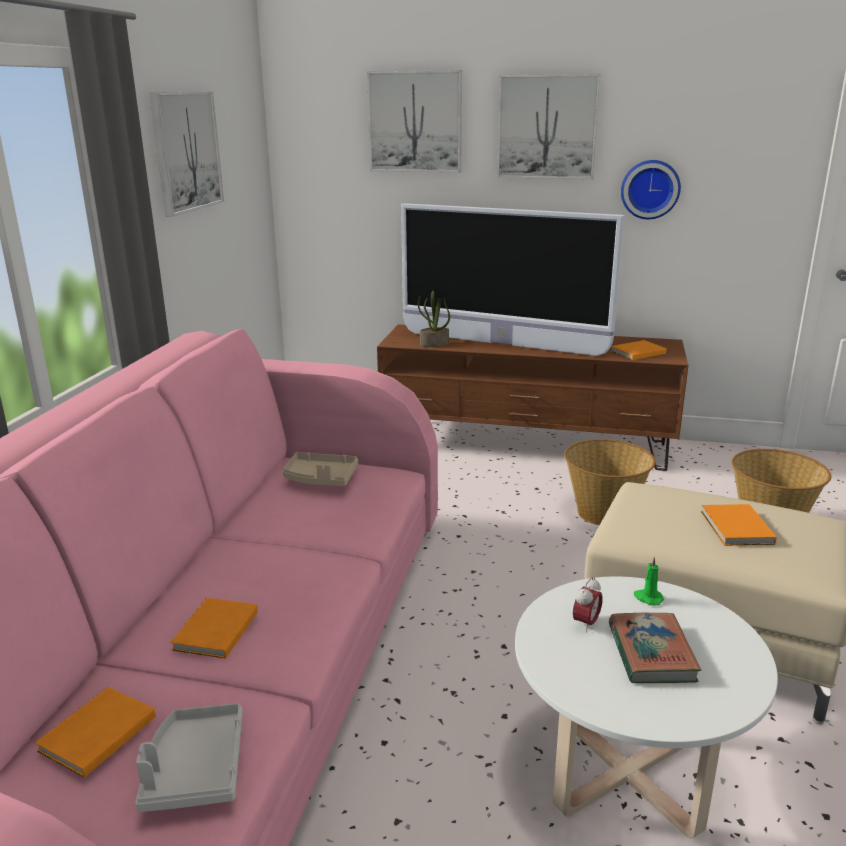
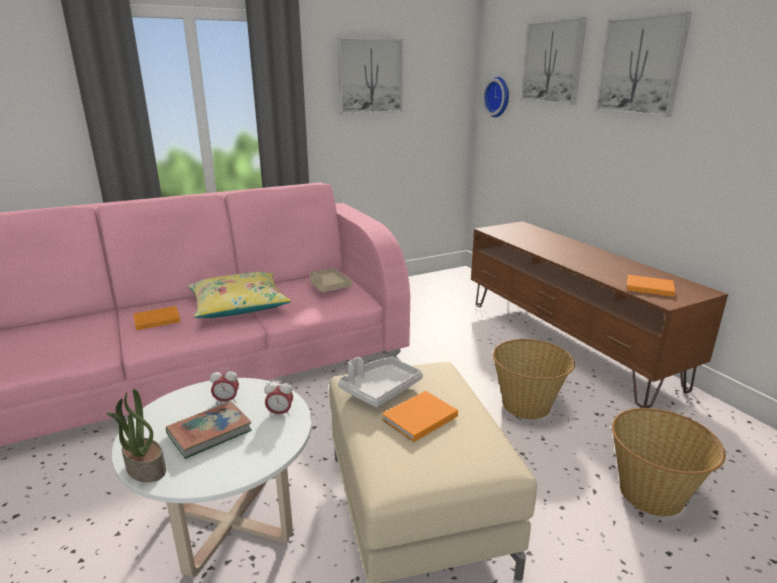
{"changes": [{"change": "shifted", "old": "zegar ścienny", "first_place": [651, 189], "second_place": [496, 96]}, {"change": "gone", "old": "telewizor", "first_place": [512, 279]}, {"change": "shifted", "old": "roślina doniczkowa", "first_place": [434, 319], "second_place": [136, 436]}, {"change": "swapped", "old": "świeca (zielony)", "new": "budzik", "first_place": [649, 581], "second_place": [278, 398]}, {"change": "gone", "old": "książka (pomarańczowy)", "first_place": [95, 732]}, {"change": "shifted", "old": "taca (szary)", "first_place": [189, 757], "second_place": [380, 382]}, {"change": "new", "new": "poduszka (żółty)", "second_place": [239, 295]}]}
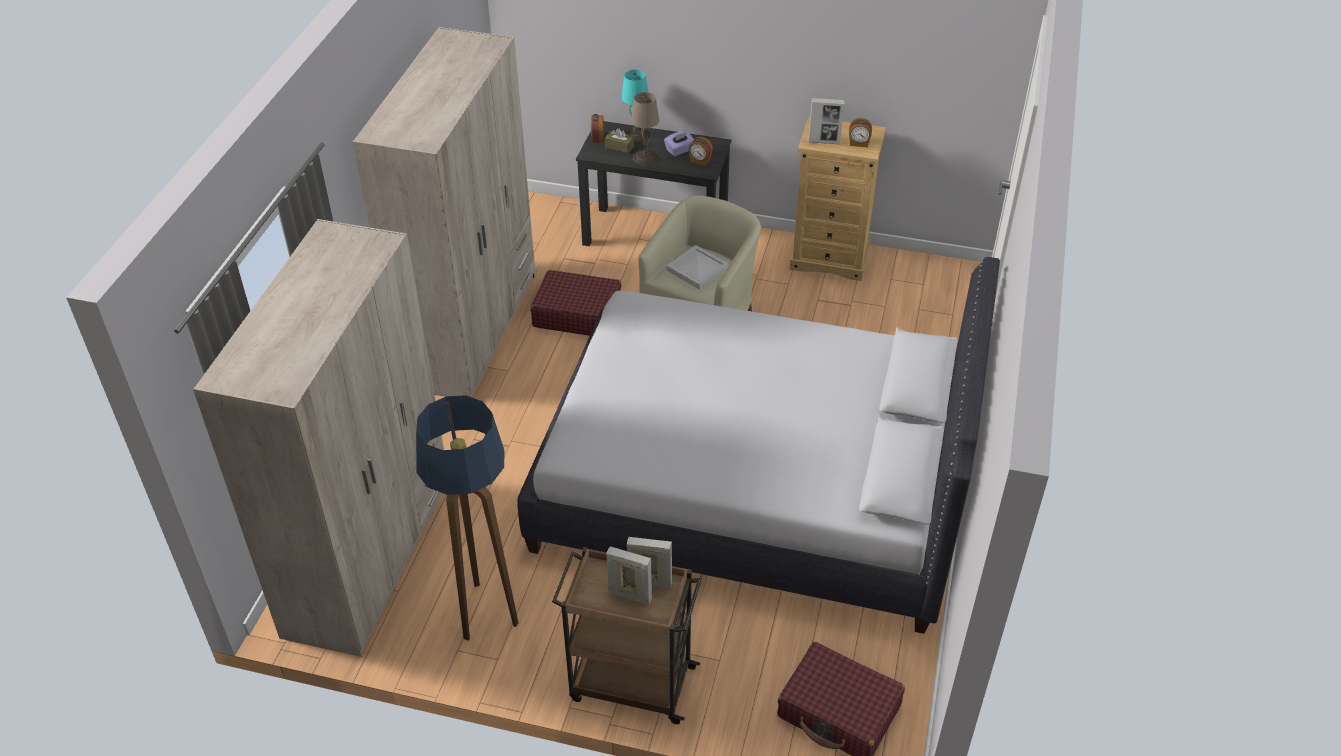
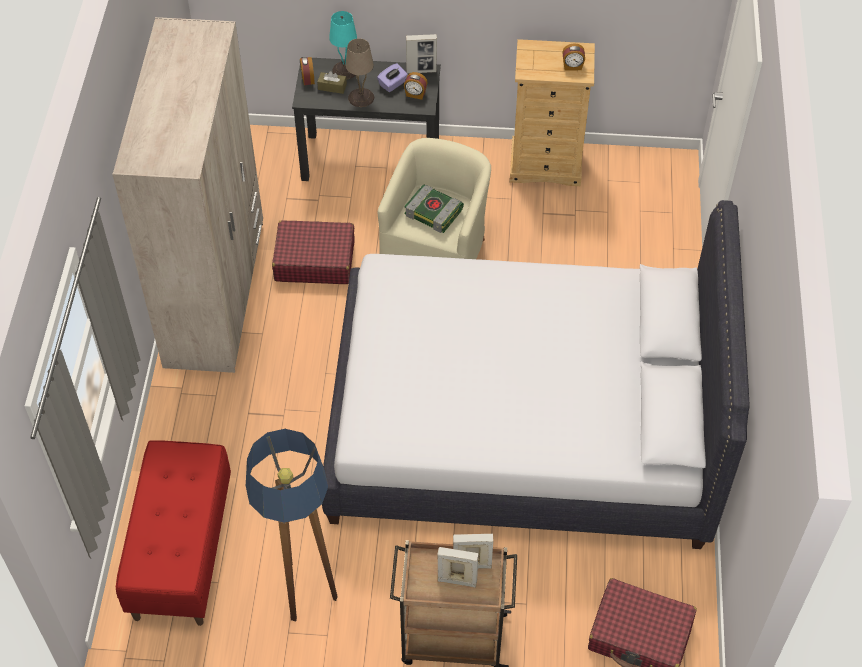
{"changes": [{"change": "shifted", "old": "ramka na zdjęcie", "first_place": [826, 121], "second_place": [421, 54]}, {"change": "swapped", "old": "szafa (beżowy)", "new": "ławka (czerwony)", "first_place": [318, 438], "second_place": [173, 533]}, {"change": "swapped", "old": "taca (biały)", "new": "książka", "first_place": [697, 267], "second_place": [434, 209]}]}
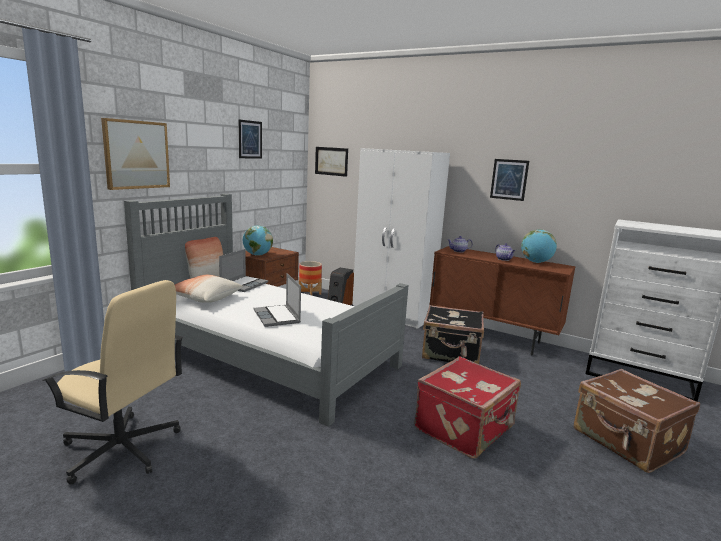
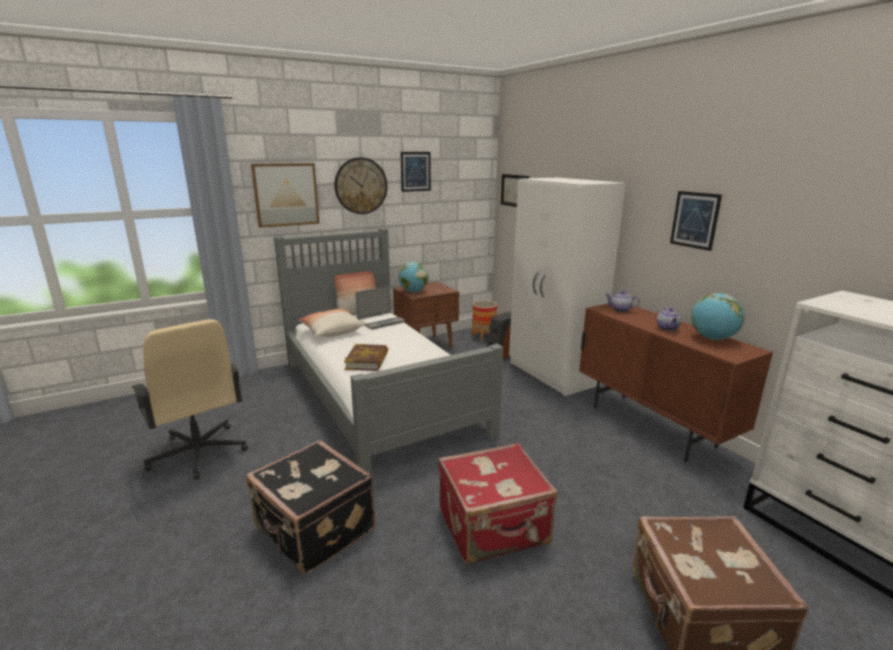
{"changes": [{"change": "swapped", "old": "laptop", "new": "książka", "first_place": [277, 300], "second_place": [366, 357]}, {"change": "shifted", "old": "walizka (czarny)", "first_place": [453, 334], "second_place": [311, 507]}, {"change": "new", "new": "zegar ścienny", "second_place": [361, 185]}]}
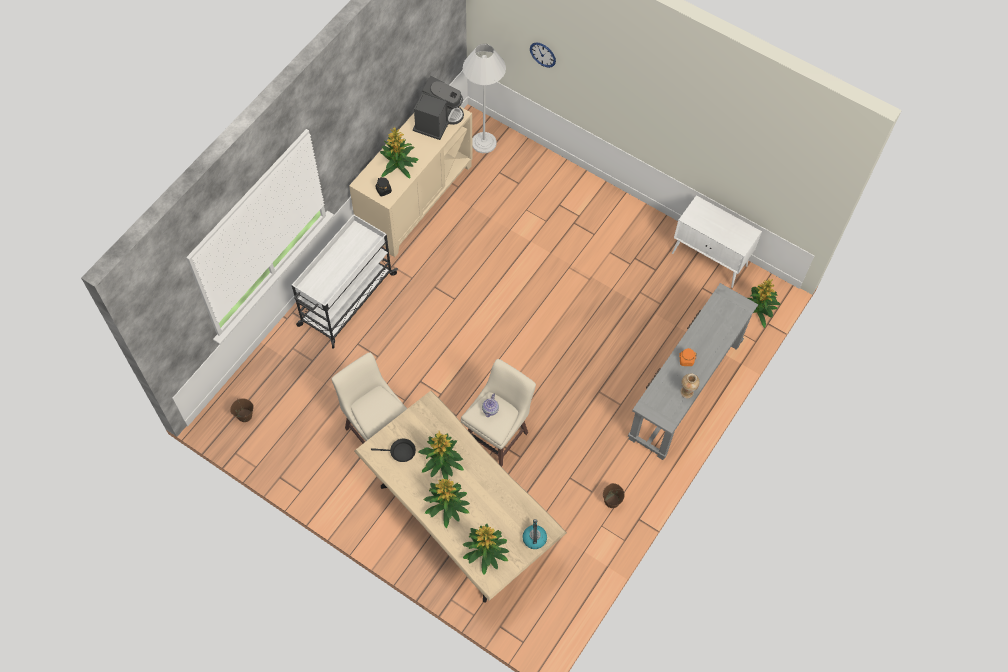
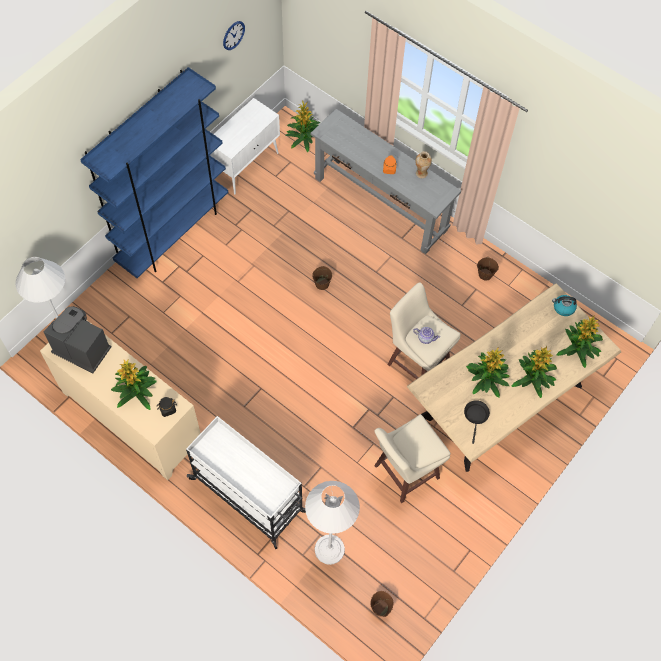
{"changes": [{"change": "shifted", "old": "zegar ścienny", "first_place": [543, 55], "second_place": [234, 35]}, {"change": "new", "new": "regał (niebieski)", "second_place": [154, 172]}, {"change": "new", "new": "wiadro (brązowy)", "second_place": [322, 278]}, {"change": "new", "new": "lampa stojąca (biały)", "second_place": [332, 523]}]}
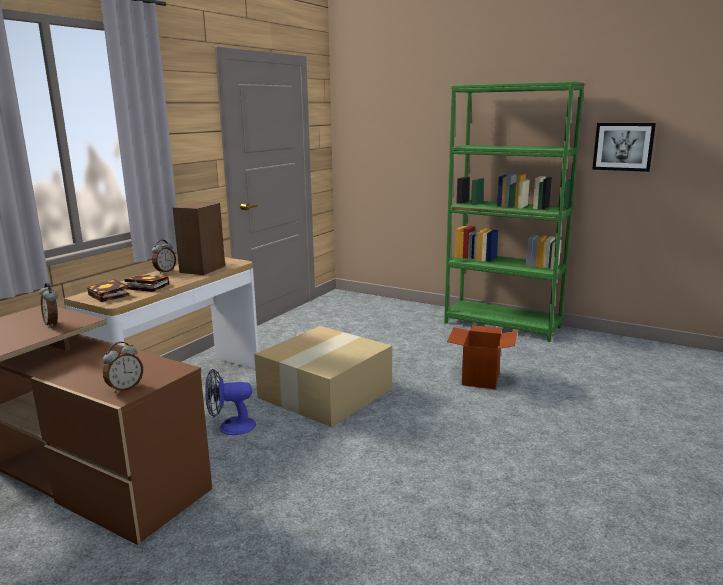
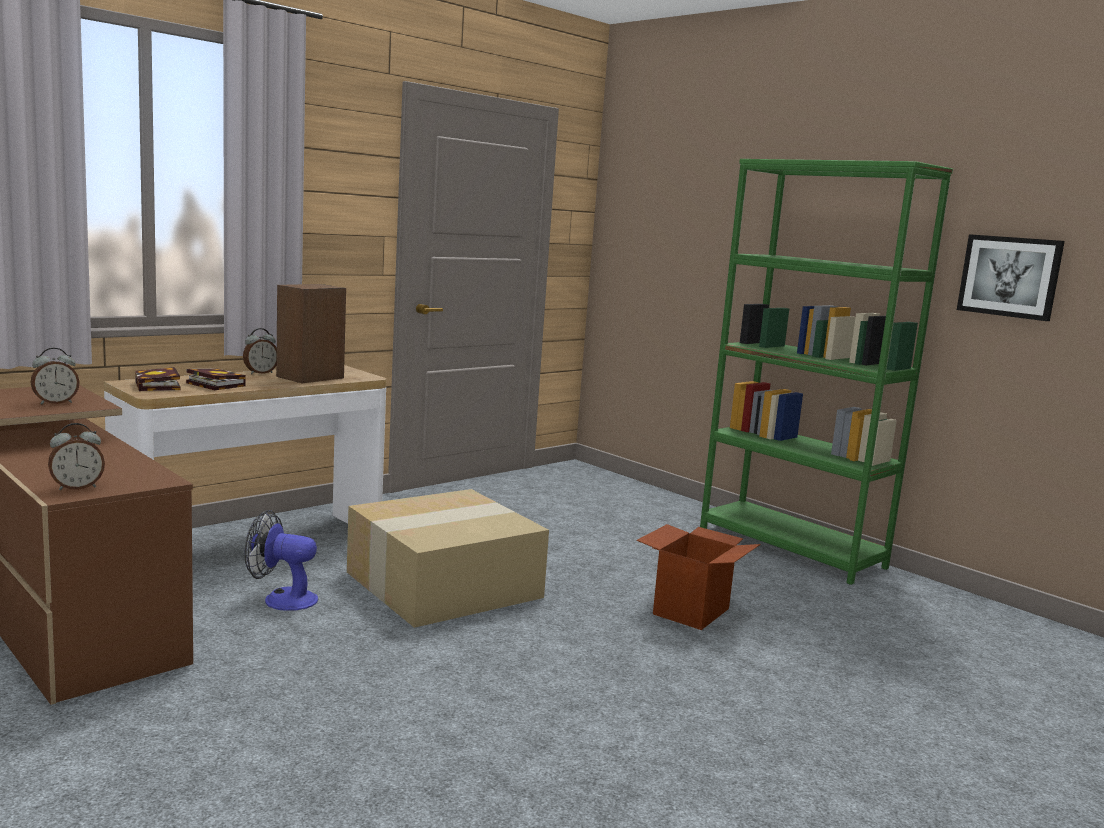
{"changes": [{"change": "rotated", "old": "budzik", "first_place": [48, 305], "second_place": [55, 376], "degrees": -105}]}
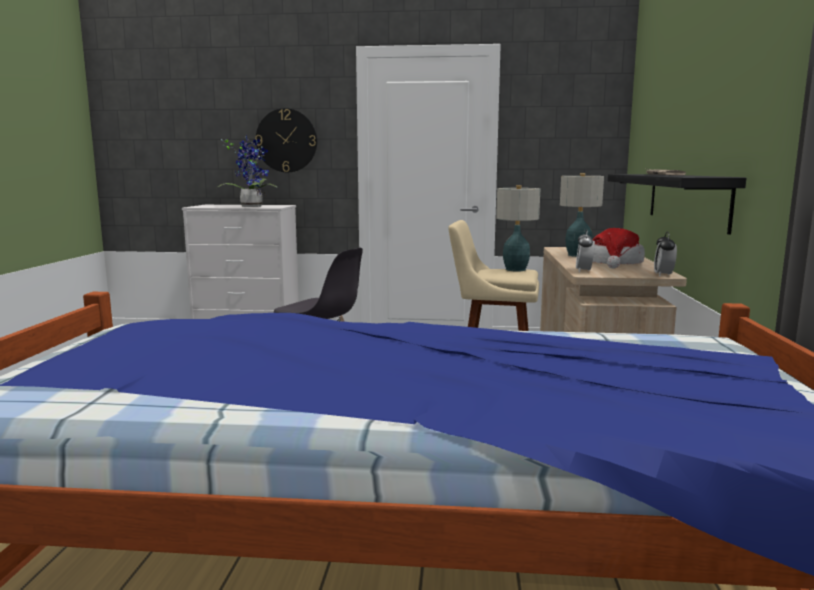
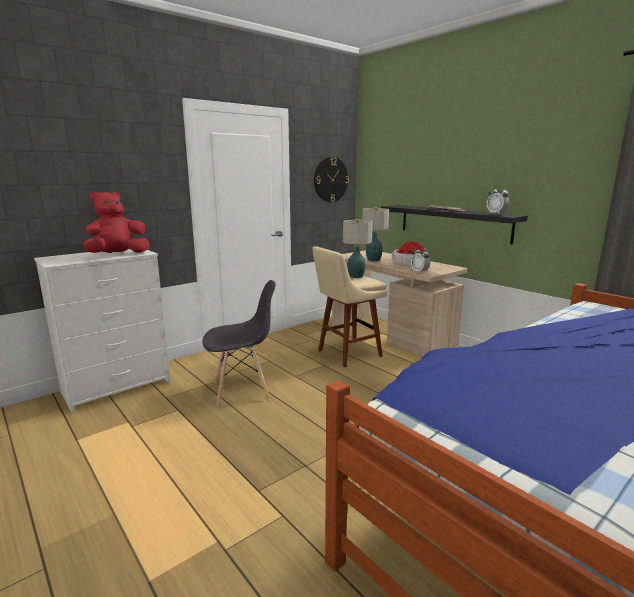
{"changes": [{"change": "shifted", "old": "zegar ścienny", "first_place": [286, 140], "second_place": [331, 179]}, {"change": "swapped", "old": "roślina doniczkowa", "new": "pluszak (czerwony)", "first_place": [246, 171], "second_place": [116, 222]}, {"change": "shifted", "old": "budzik", "first_place": [665, 254], "second_place": [497, 200]}]}
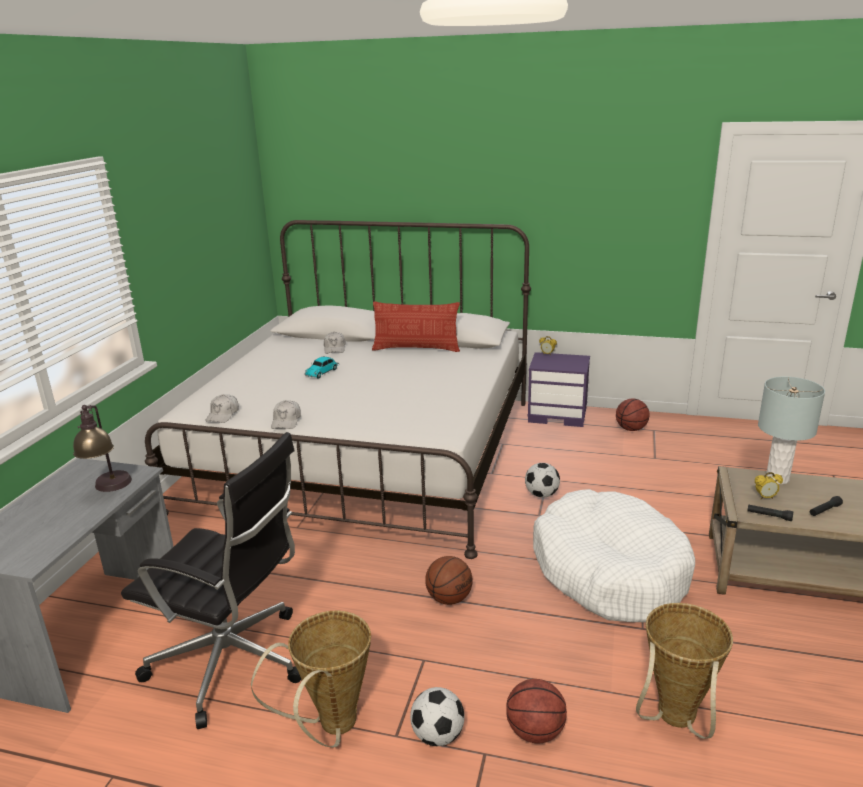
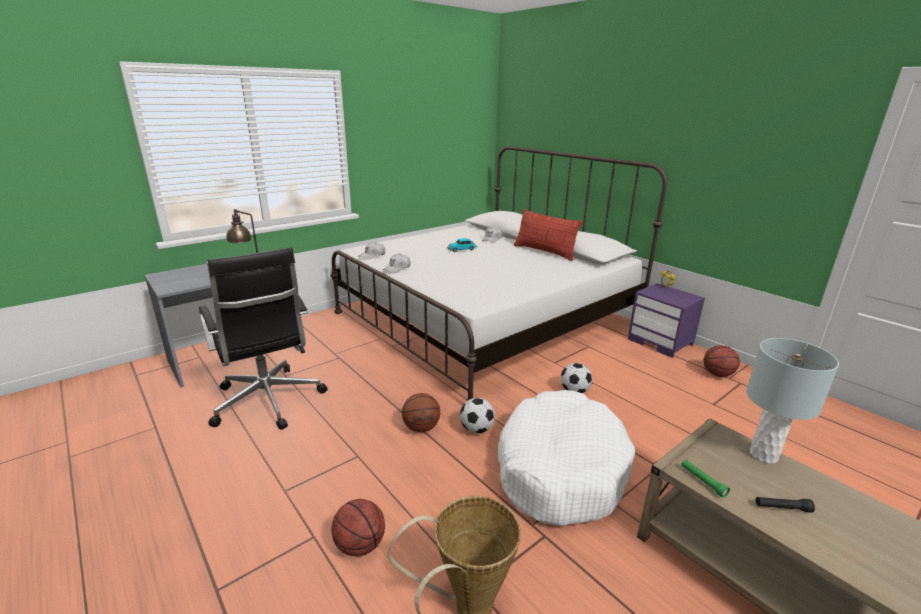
{"changes": [{"change": "gone", "old": "budzik", "first_place": [769, 486]}, {"change": "repainted", "old": "latarka (czarny)", "new": "latarka (zielony)", "first_place": [770, 512], "second_place": [705, 479]}, {"change": "gone", "old": "koszyk", "first_place": [311, 679]}, {"change": "shifted", "old": "piłka futbolowa", "first_place": [437, 716], "second_place": [477, 415]}]}
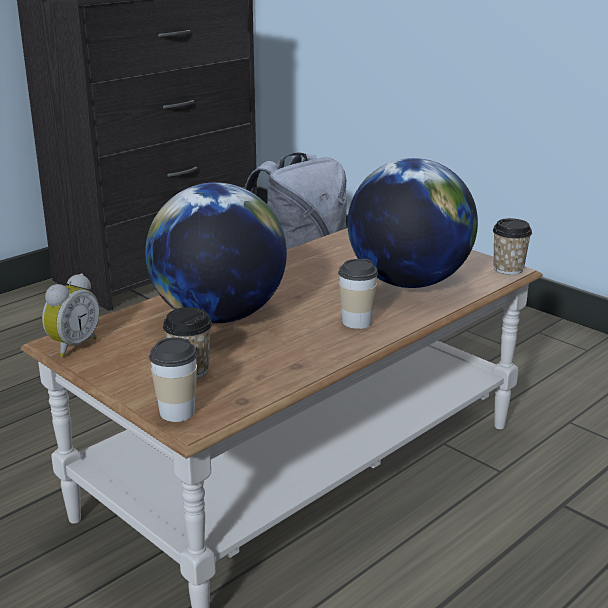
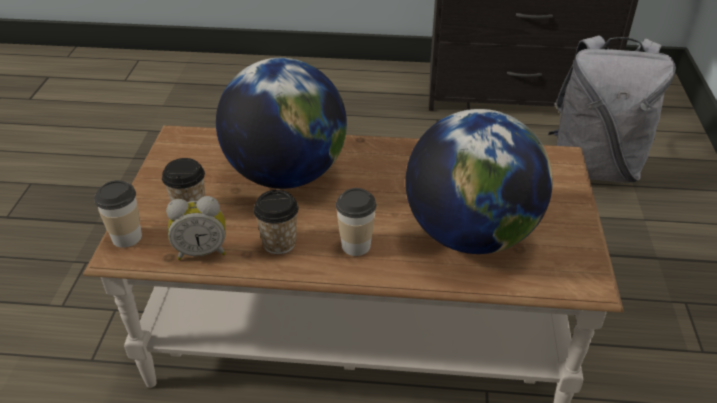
{"changes": [{"change": "shifted", "old": "filiżanka", "first_place": [512, 246], "second_place": [276, 222]}, {"change": "shifted", "old": "budzik", "first_place": [71, 315], "second_place": [196, 228]}]}
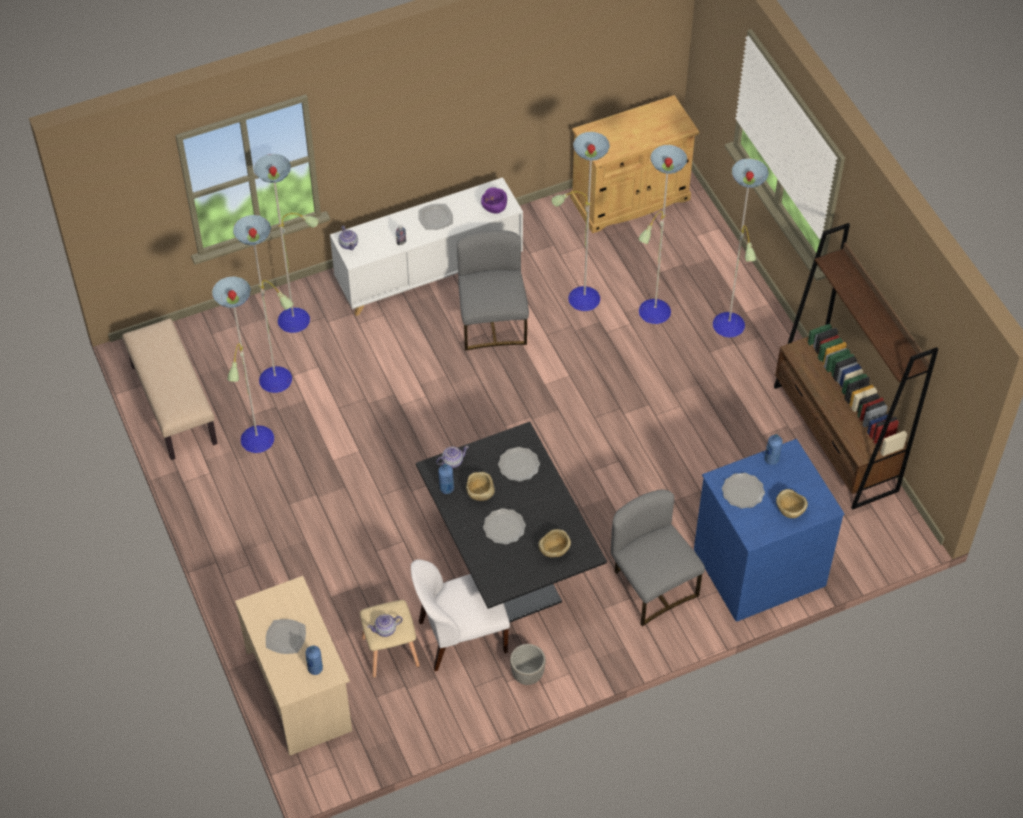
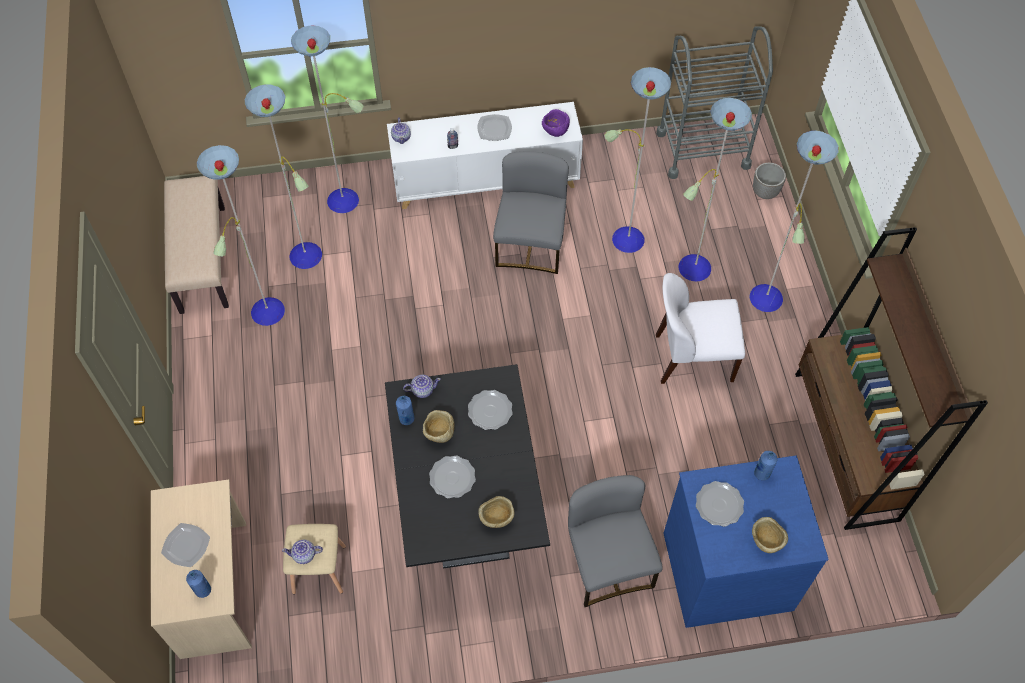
{"changes": [{"change": "swapped", "old": "szafka (beżowy)", "new": "wózek (szary)", "first_place": [635, 164], "second_place": [714, 102]}, {"change": "shifted", "old": "krzesło (biały)", "first_place": [460, 615], "second_place": [700, 328]}, {"change": "shifted", "old": "donica", "first_place": [528, 664], "second_place": [769, 181]}]}
